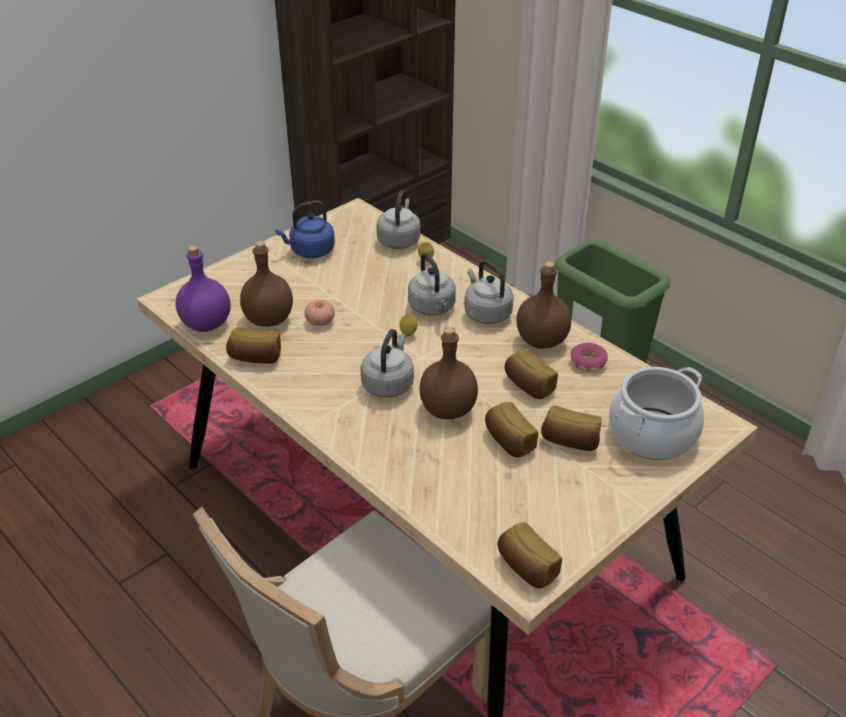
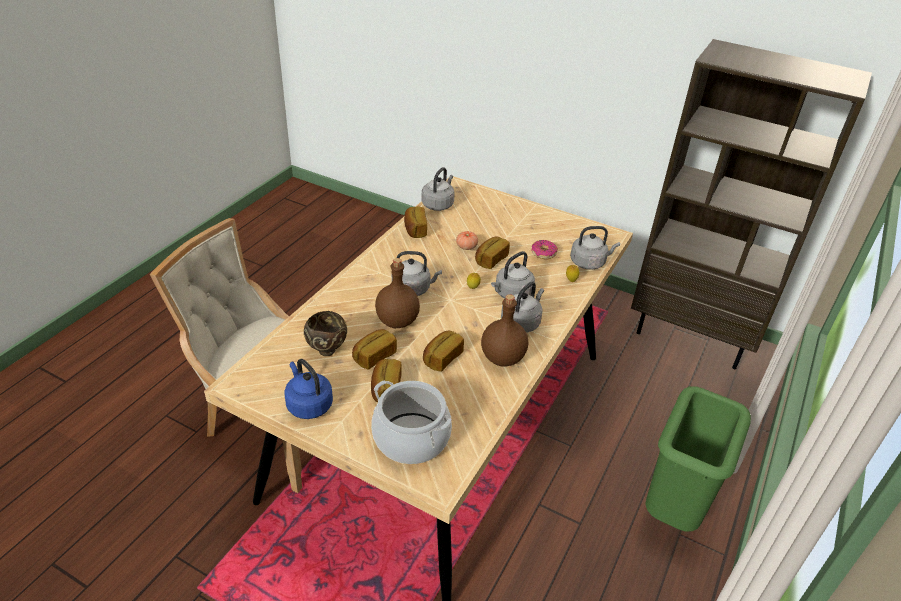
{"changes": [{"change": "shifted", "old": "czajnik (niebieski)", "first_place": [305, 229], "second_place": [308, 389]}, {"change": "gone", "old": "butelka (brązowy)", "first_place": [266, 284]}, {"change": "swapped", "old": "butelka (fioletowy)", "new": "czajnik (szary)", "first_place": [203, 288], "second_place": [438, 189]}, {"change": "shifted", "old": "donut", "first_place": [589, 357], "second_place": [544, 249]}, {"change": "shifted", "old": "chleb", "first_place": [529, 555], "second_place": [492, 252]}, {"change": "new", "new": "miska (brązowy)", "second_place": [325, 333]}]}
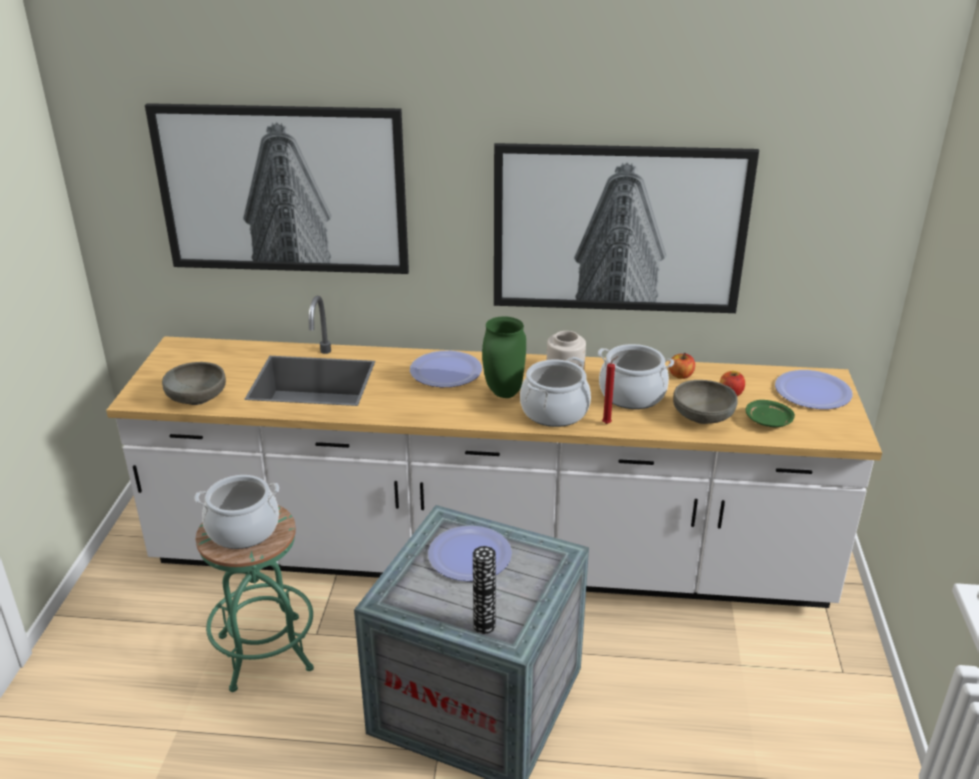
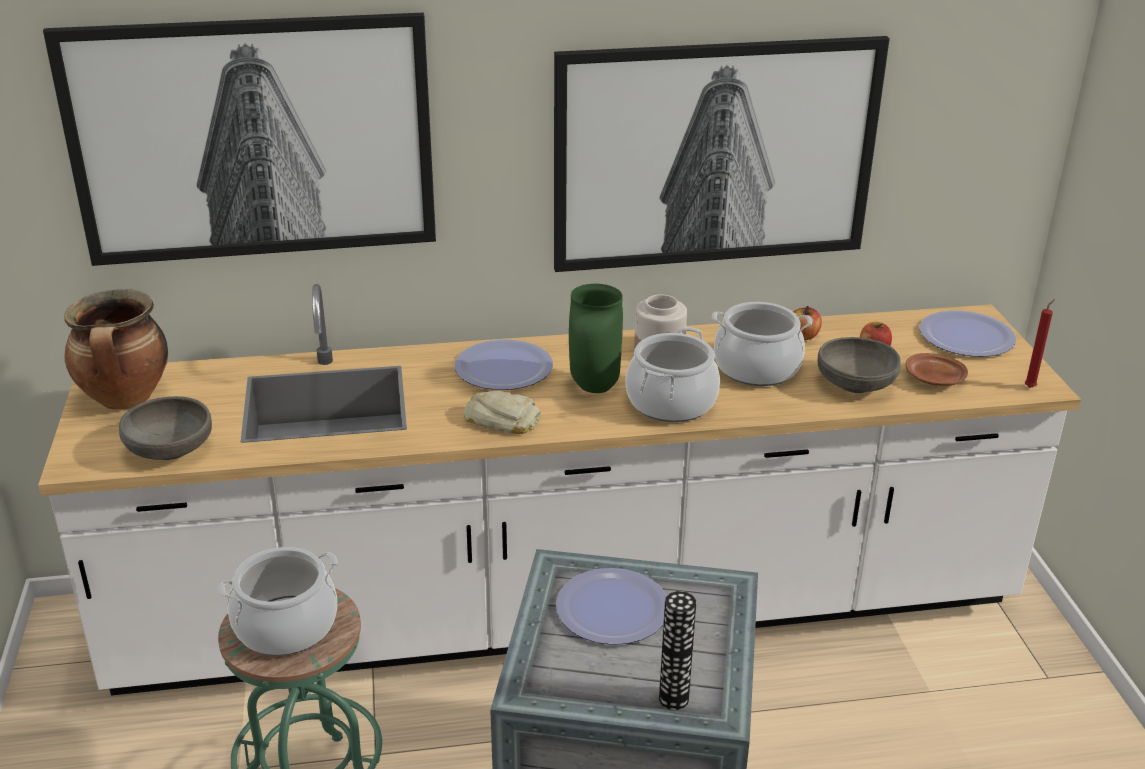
{"changes": [{"change": "shifted", "old": "świeca (czerwony)", "first_place": [610, 390], "second_place": [1040, 343]}, {"change": "repainted", "old": "talerz (zielony)", "new": "talerz (brązowy)", "first_place": [770, 413], "second_place": [937, 369]}, {"change": "new", "new": "garnek", "second_place": [116, 349]}, {"change": "new", "new": "chleb", "second_place": [502, 412]}]}
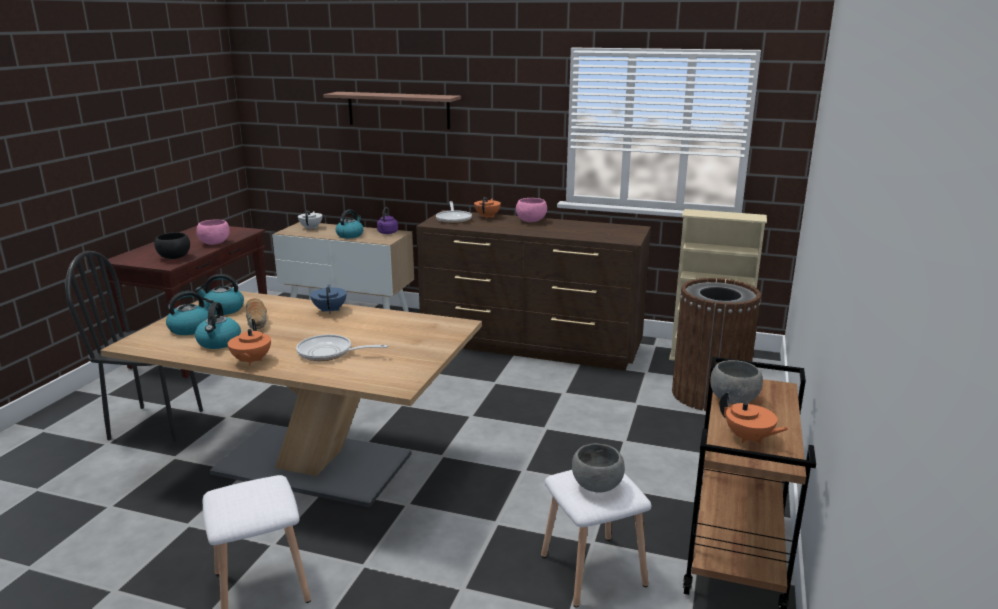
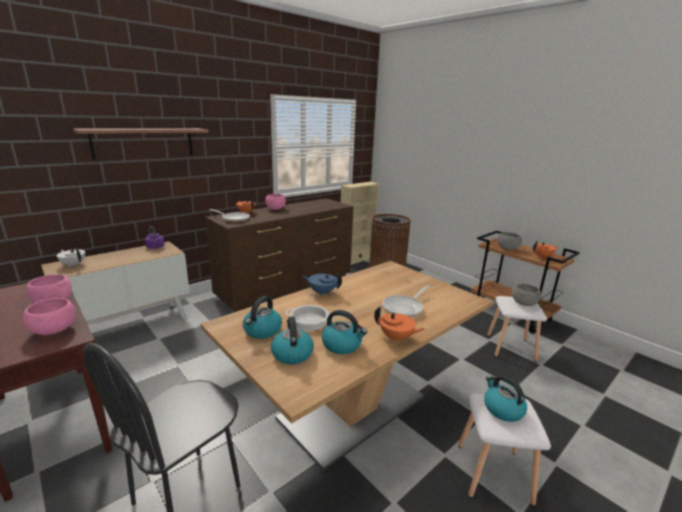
{"changes": [{"change": "shifted", "old": "czajnik", "first_place": [350, 223], "second_place": [505, 398]}, {"change": "repainted", "old": "miska (czarny)", "new": "miska (różowy)", "first_place": [172, 245], "second_place": [49, 316]}, {"change": "swapped", "old": "chleb", "new": "garnek", "first_place": [256, 313], "second_place": [309, 318]}]}
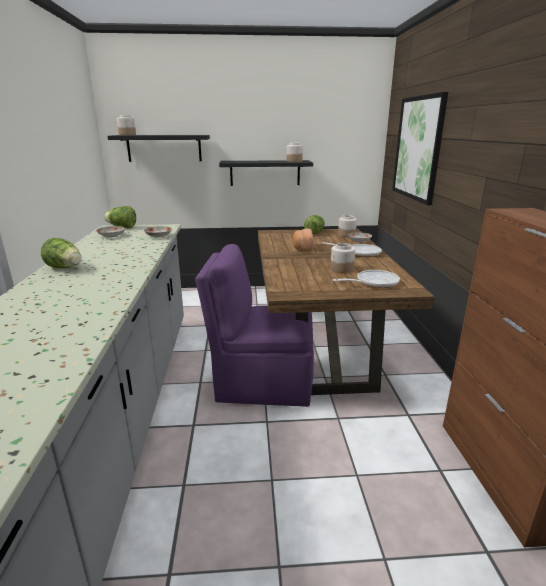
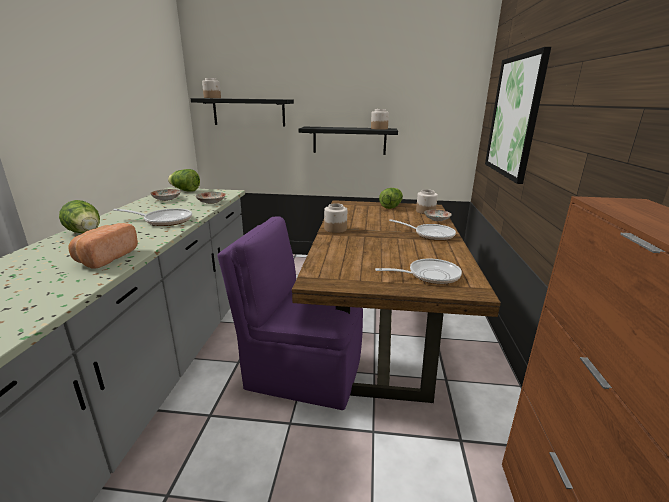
{"changes": [{"change": "shifted", "old": "chleb", "first_place": [303, 239], "second_place": [103, 246]}, {"change": "shifted", "old": "słoik", "first_place": [343, 258], "second_place": [335, 218]}, {"change": "new", "new": "patelnia", "second_place": [152, 217]}]}
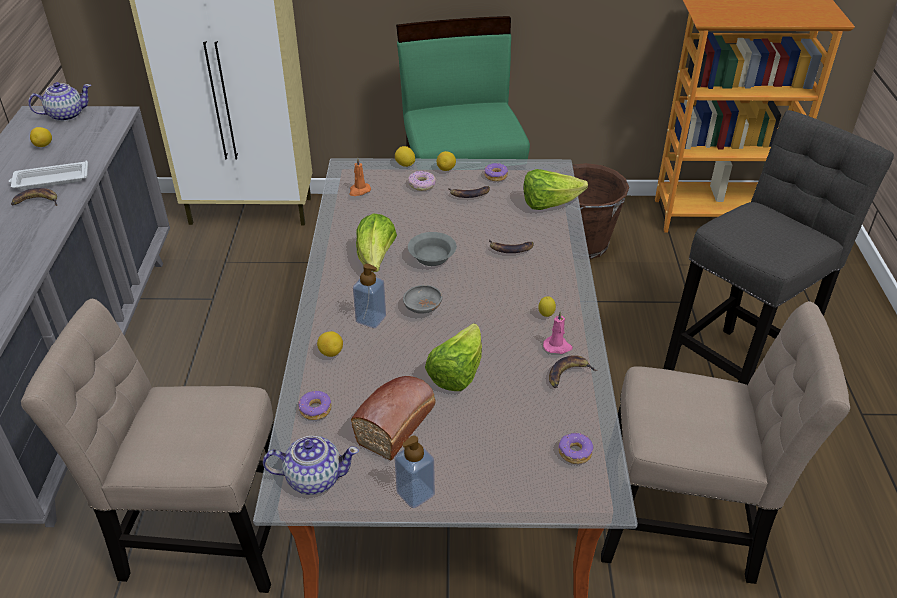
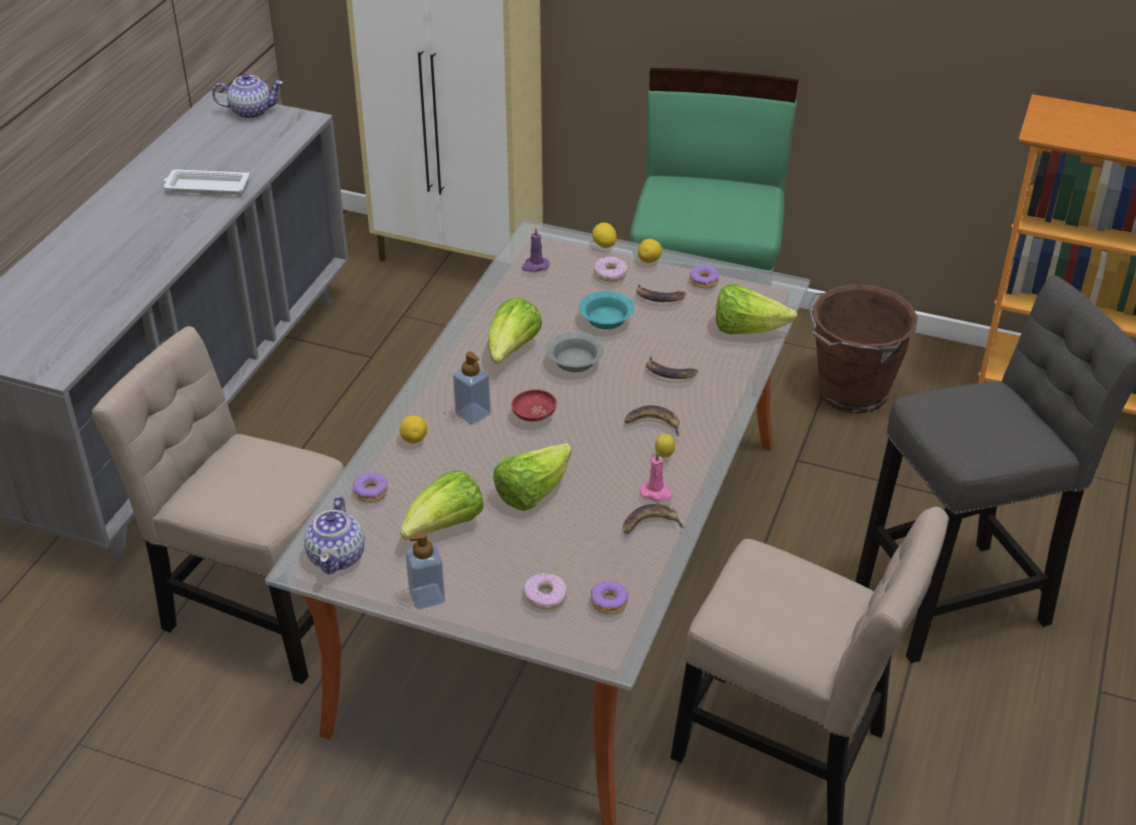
{"changes": [{"change": "gone", "old": "cytryna", "first_place": [41, 137]}, {"change": "repainted", "old": "świeca (pomarańczowy)", "new": "świeca (fioletowy)", "first_place": [360, 177], "second_place": [536, 249]}, {"change": "shifted", "old": "banan", "first_place": [34, 197], "second_place": [651, 421]}, {"change": "repainted", "old": "miska (szary)", "new": "miska (czerwony)", "first_place": [422, 299], "second_place": [534, 405]}, {"change": "swapped", "old": "chleb", "new": "sałata", "first_place": [393, 418], "second_place": [442, 505]}, {"change": "rotated", "old": "imbryk", "first_place": [311, 465], "second_place": [334, 535], "degrees": 75}, {"change": "new", "new": "miska (turkusowy)", "second_place": [606, 310]}, {"change": "new", "new": "donut", "second_place": [545, 591]}]}
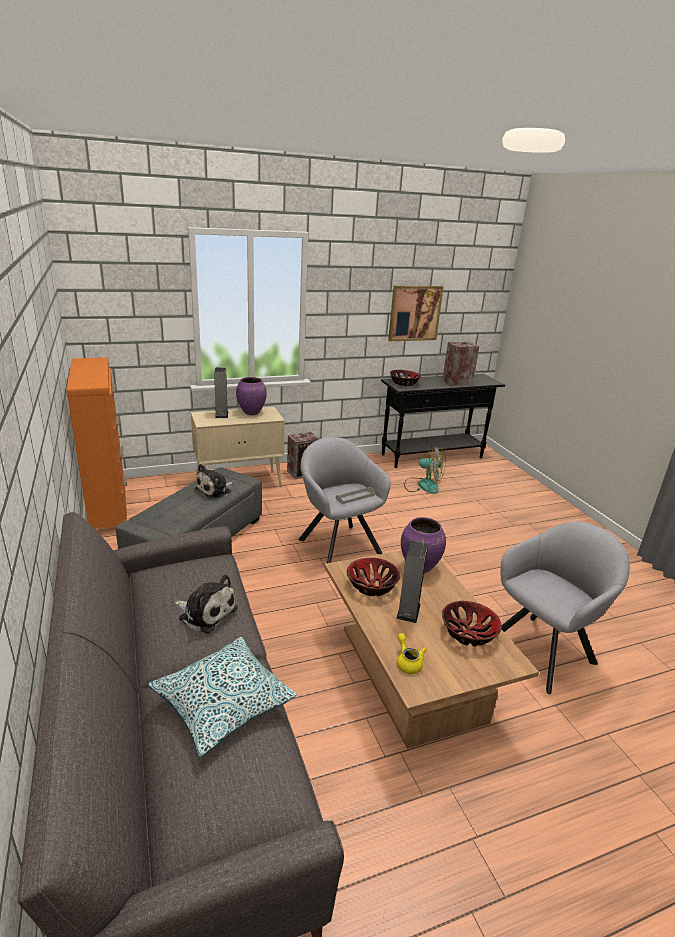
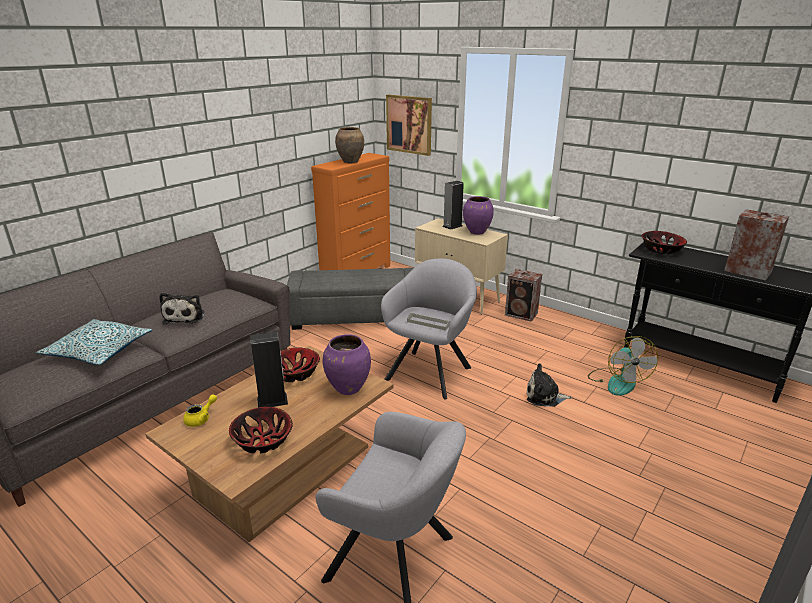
{"changes": [{"change": "shifted", "old": "obraz", "first_place": [415, 313], "second_place": [409, 125]}, {"change": "shifted", "old": "pluszak", "first_place": [213, 481], "second_place": [549, 385]}, {"change": "new", "new": "wazon (brązowy)", "second_place": [349, 145]}]}
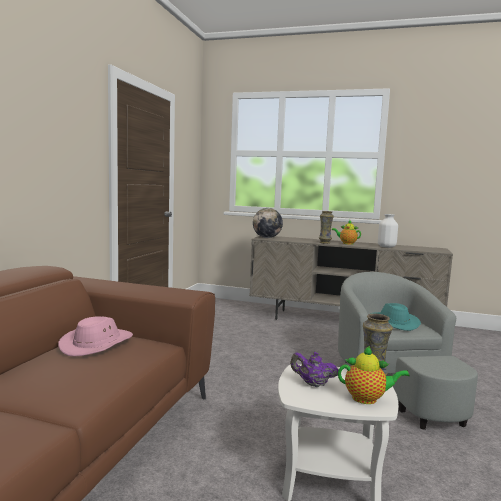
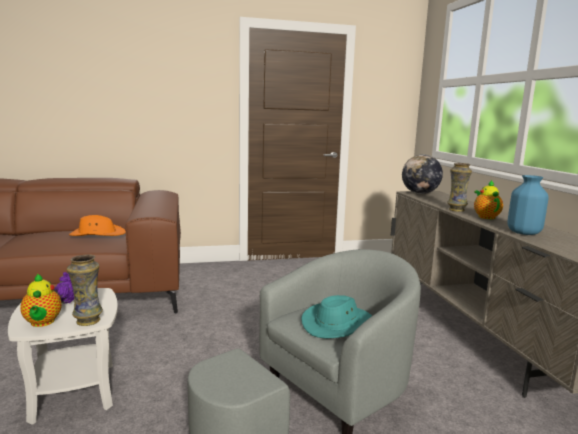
{"changes": [{"change": "repainted", "old": "wazon (biały)", "new": "wazon (niebieski)", "first_place": [388, 231], "second_place": [528, 205]}, {"change": "repainted", "old": "kapelusz (różowy)", "new": "kapelusz (pomarańczowy)", "first_place": [95, 336], "second_place": [97, 225]}]}
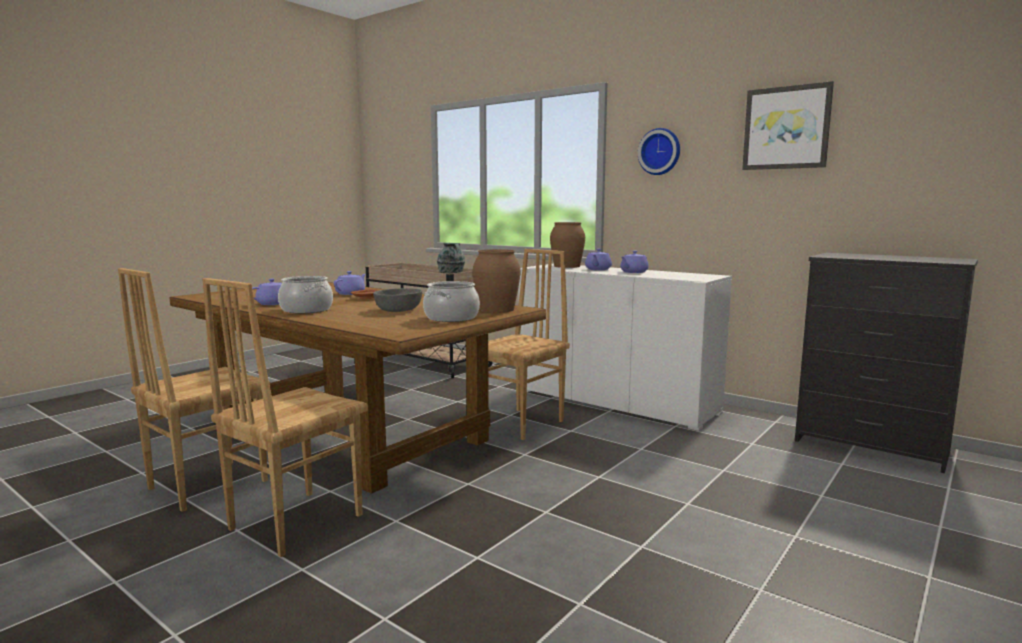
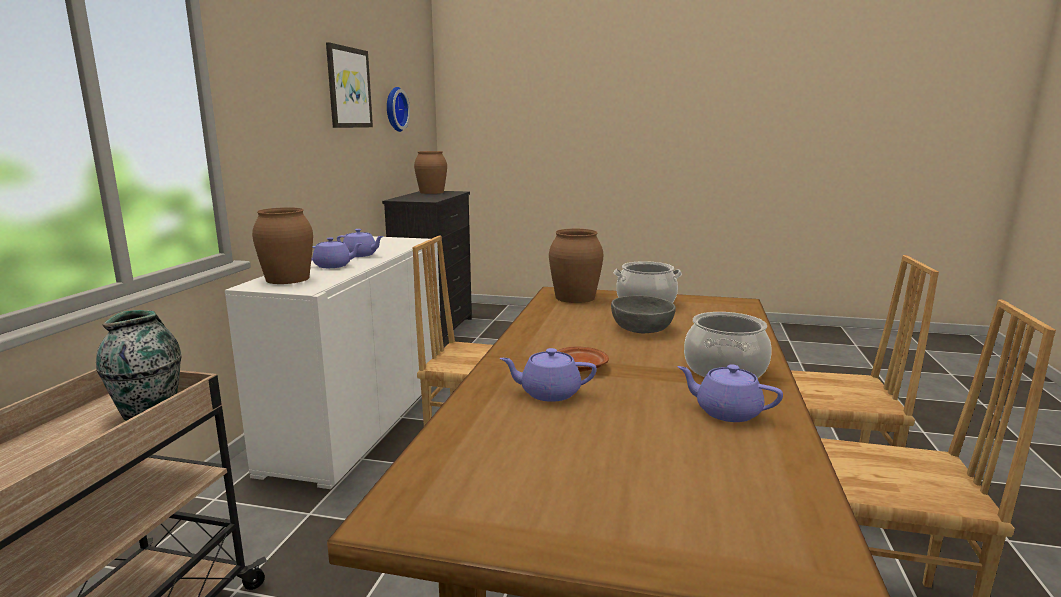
{"changes": [{"change": "shifted", "old": "zegar ścienny", "first_place": [659, 151], "second_place": [398, 109]}, {"change": "new", "new": "wazon (brązowy)", "second_place": [430, 172]}]}
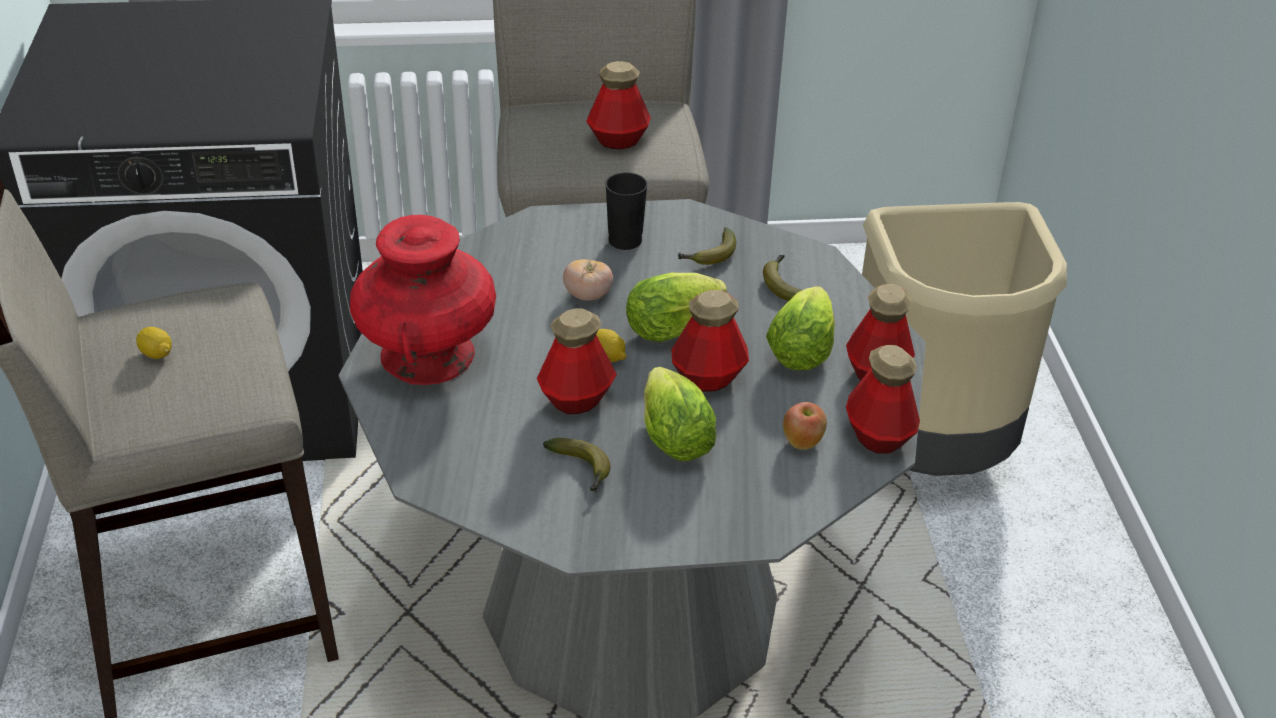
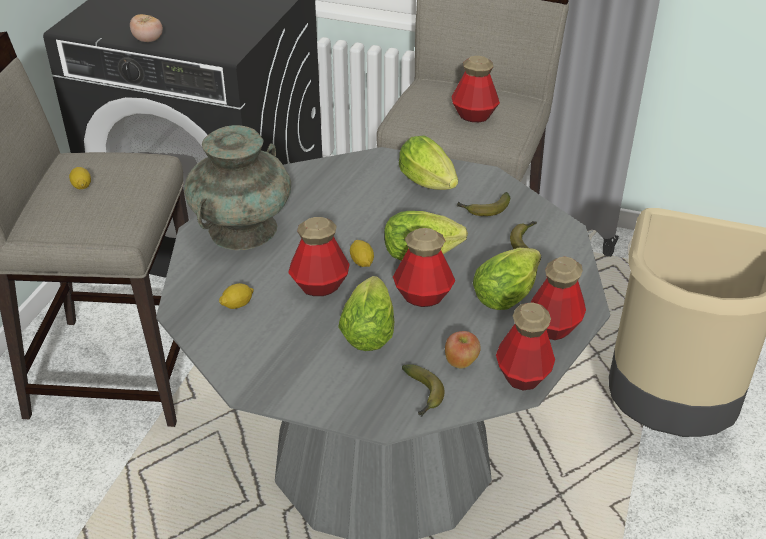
{"changes": [{"change": "swapped", "old": "filiżanka (czarny)", "new": "sałata", "first_place": [626, 211], "second_place": [428, 162]}, {"change": "repainted", "old": "wazon (czerwony)", "new": "wazon (turkusowy)", "first_place": [423, 300], "second_place": [237, 187]}, {"change": "shifted", "old": "pomidor", "first_place": [588, 280], "second_place": [146, 28]}, {"change": "shifted", "old": "banan", "first_place": [576, 465], "second_place": [423, 390]}, {"change": "new", "new": "cytryna", "second_place": [236, 296]}]}
